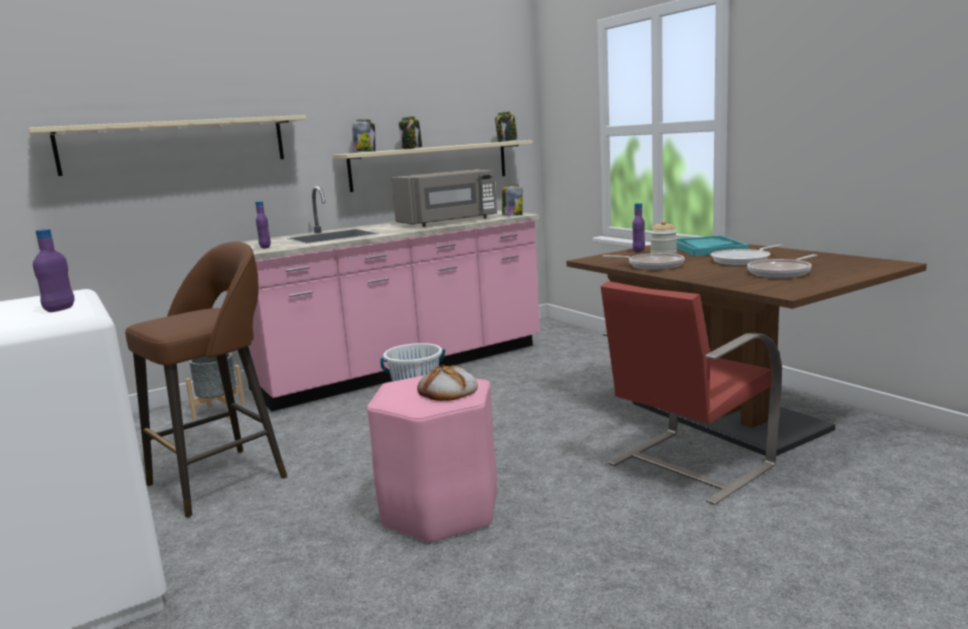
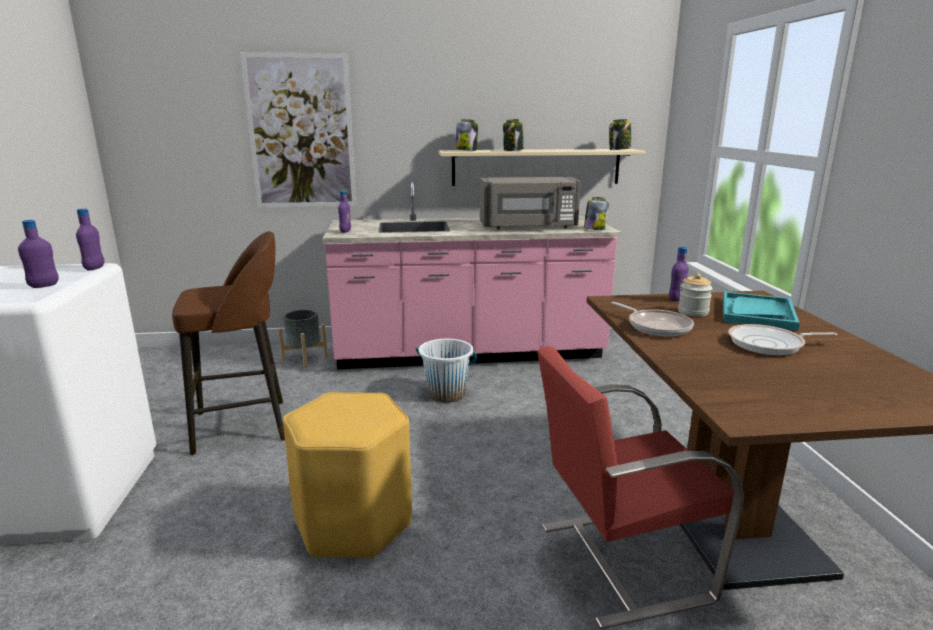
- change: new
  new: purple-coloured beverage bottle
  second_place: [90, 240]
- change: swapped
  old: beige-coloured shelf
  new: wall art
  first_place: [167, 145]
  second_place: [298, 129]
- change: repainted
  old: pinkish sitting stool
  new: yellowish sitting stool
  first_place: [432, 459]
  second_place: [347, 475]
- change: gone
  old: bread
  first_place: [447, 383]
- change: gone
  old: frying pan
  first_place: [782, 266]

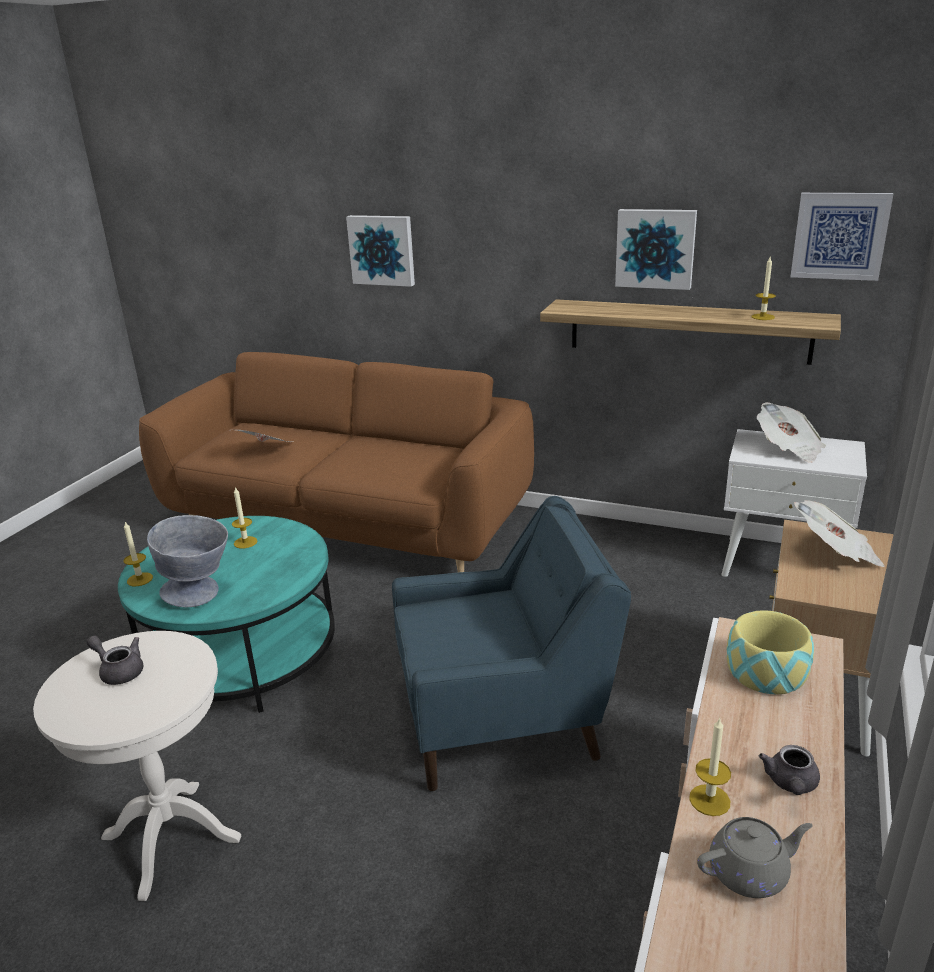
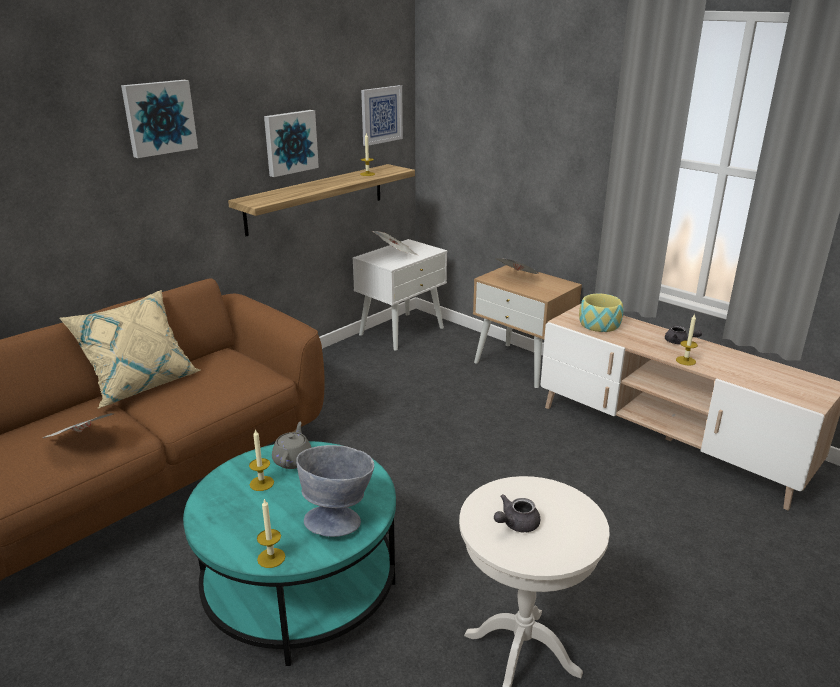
- change: new
  new: beige-coloured throw pillow
  second_place: [130, 349]
- change: shifted
  old: wall art
  first_place: [380, 251]
  second_place: [159, 119]
- change: shifted
  old: gray tea pot
  first_place: [755, 857]
  second_place: [292, 445]
- change: gone
  old: bluish lounge chair
  first_place: [511, 643]

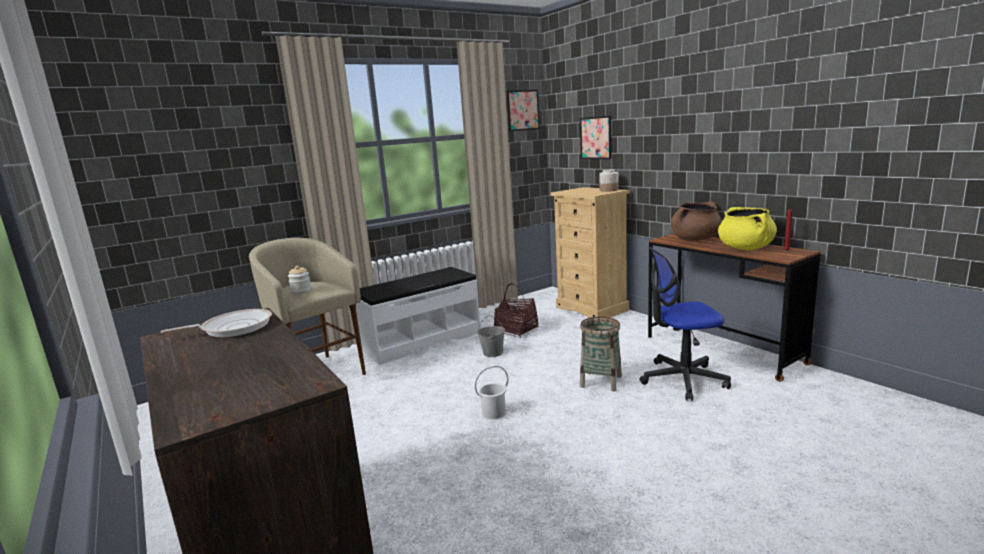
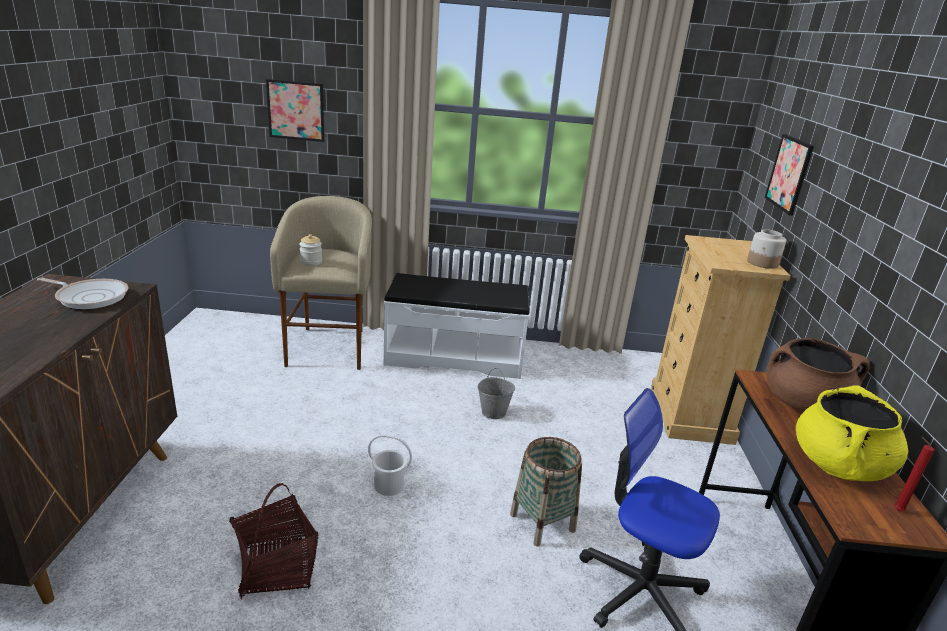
- change: shifted
  old: household basket
  first_place: [516, 311]
  second_place: [273, 541]
- change: shifted
  old: wall art
  first_place: [523, 110]
  second_place: [295, 110]

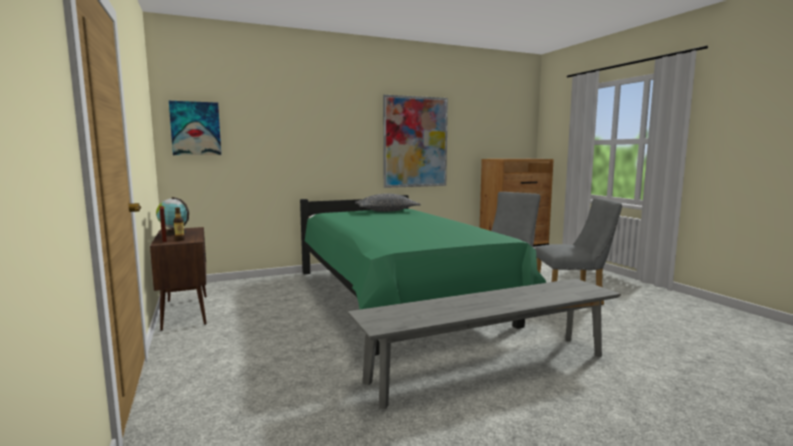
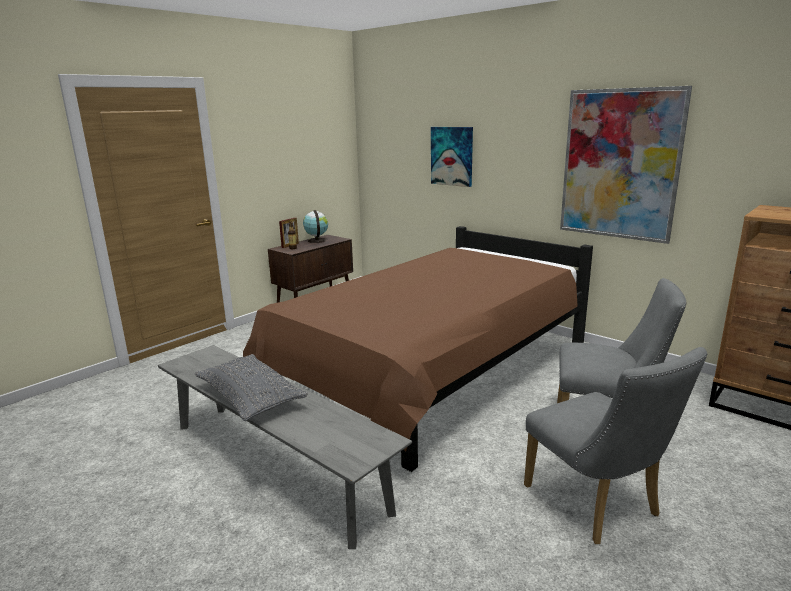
- change: shifted
  old: gray throw pillow
  first_place: [388, 202]
  second_place: [251, 387]
- change: repainted
  old: green sleeping bed
  new: brownish sleeping bed
  first_place: [423, 275]
  second_place: [418, 349]
- change: shifted
  old: wall art
  first_place: [195, 128]
  second_place: [452, 157]

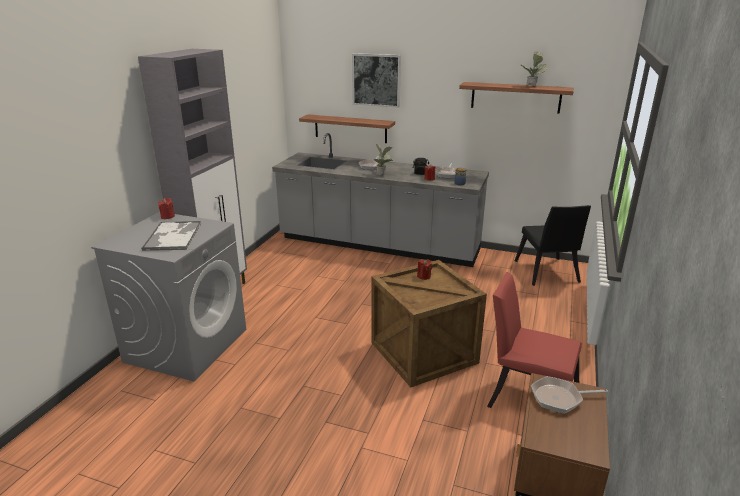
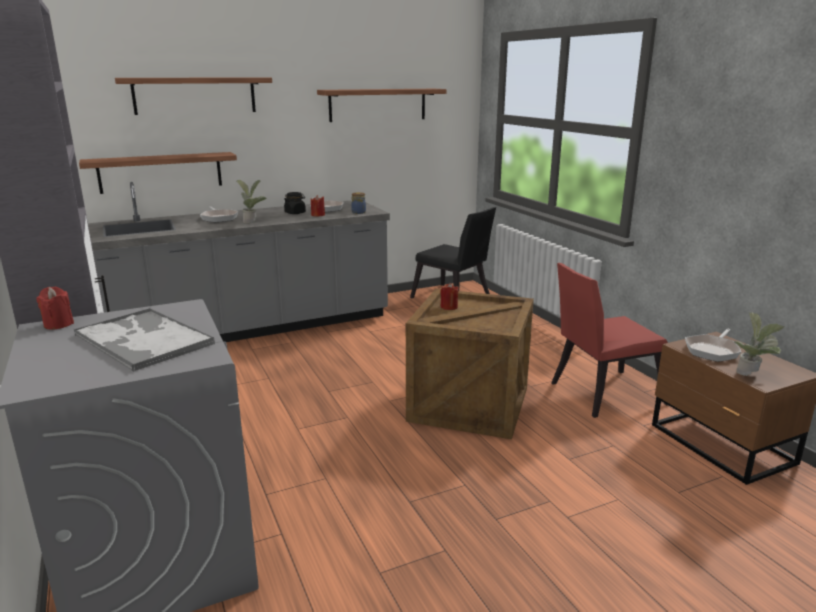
- change: swapped
  old: wall art
  new: shelf
  first_place: [376, 80]
  second_place: [193, 96]
- change: shifted
  old: plant in a pot
  first_place: [534, 68]
  second_place: [759, 344]

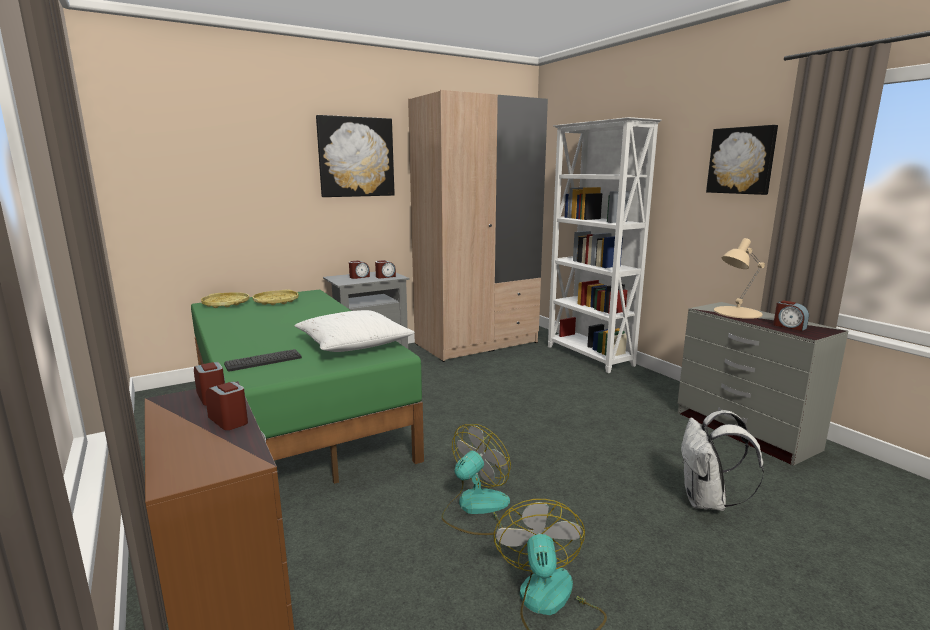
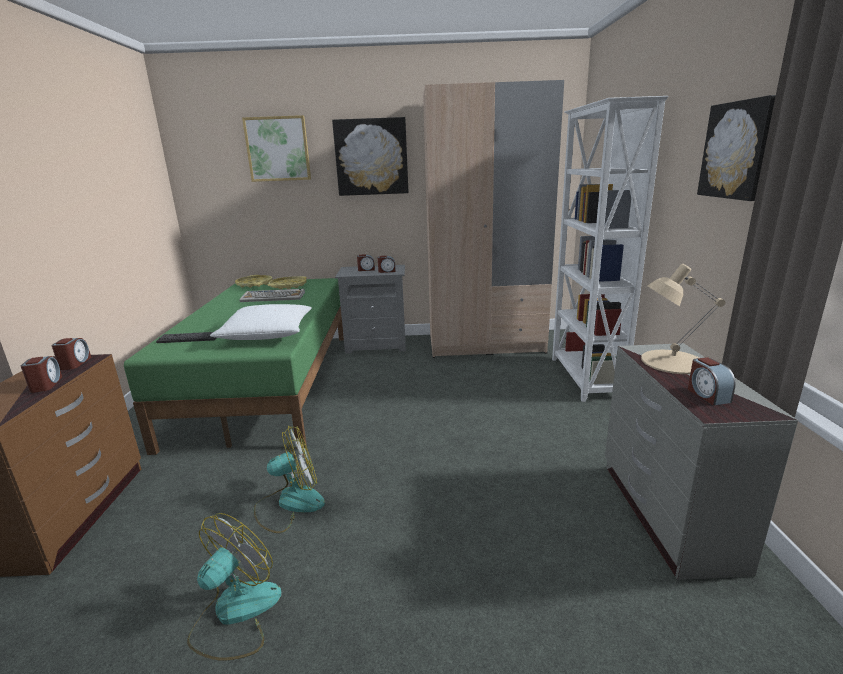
- change: new
  new: keyboard
  second_place: [272, 295]
- change: new
  new: wall art
  second_place: [276, 148]
- change: gone
  old: white-coloured backpack
  first_place: [722, 460]

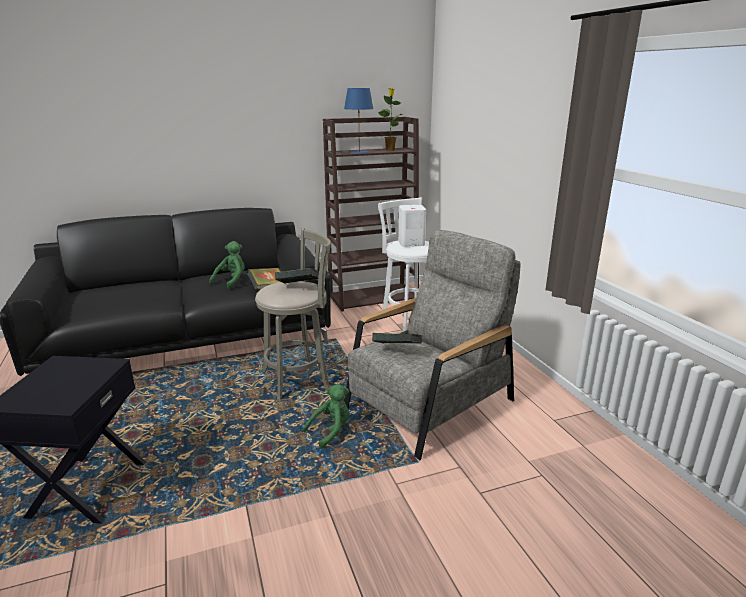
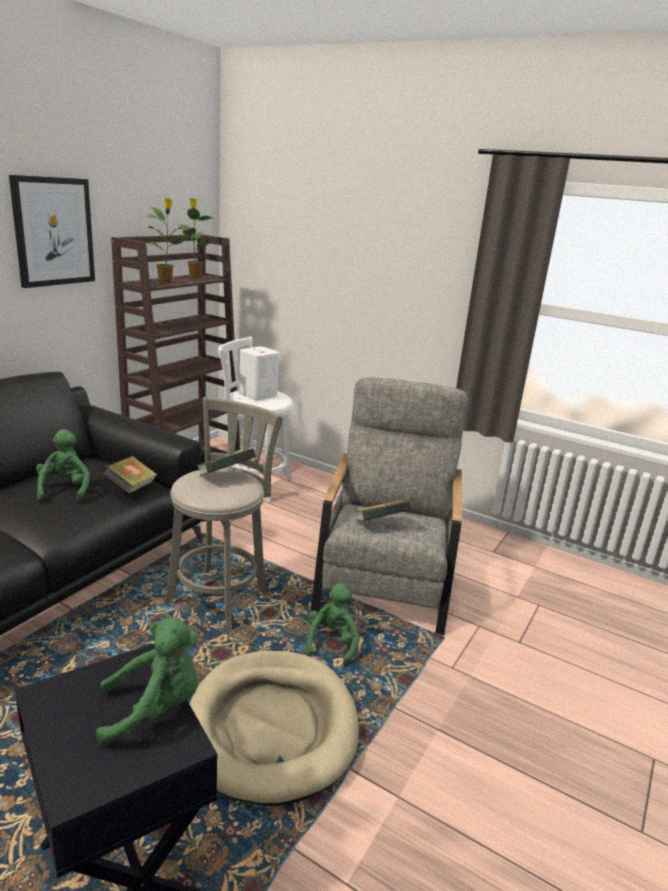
- change: new
  new: wall art
  second_place: [52, 231]
- change: new
  new: green cuddly toy
  second_place: [147, 682]
- change: swapped
  old: bluish table lamp
  new: plant in a pot
  first_place: [358, 120]
  second_place: [166, 241]
- change: new
  new: beige-coloured dog bed
  second_place: [274, 728]

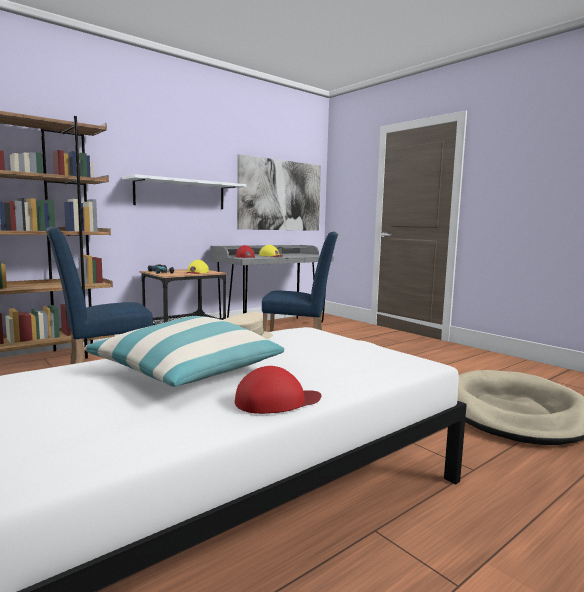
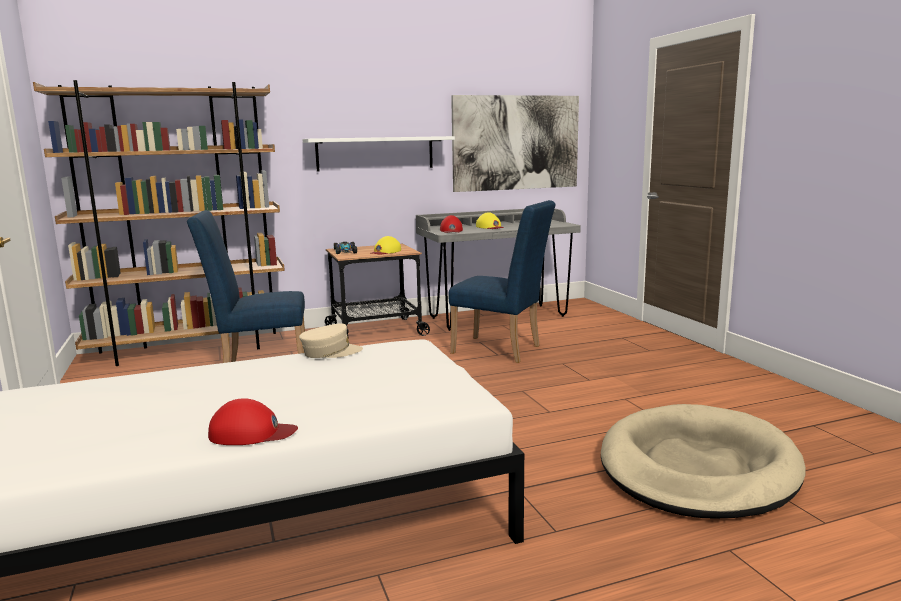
- change: gone
  old: throw pillow
  first_place: [184, 351]

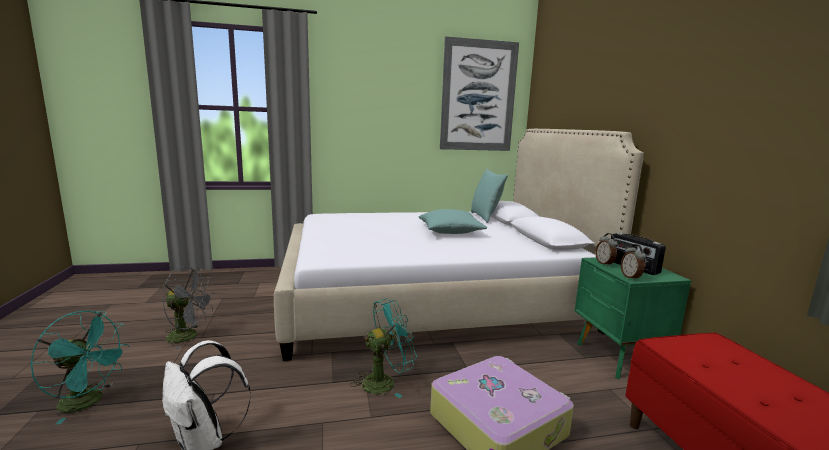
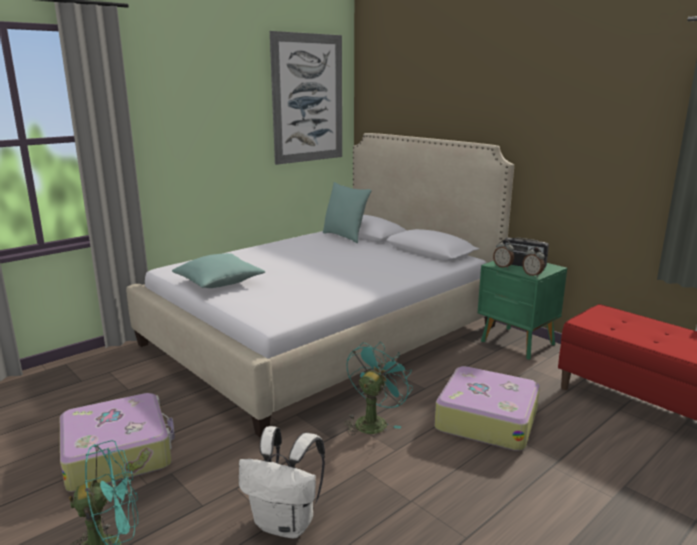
- change: swapped
  old: gray cooling fan
  new: piece of luggage
  first_place: [189, 307]
  second_place: [117, 442]
- change: shifted
  old: turquoise-coloured throw pillow
  first_place: [453, 221]
  second_place: [218, 270]

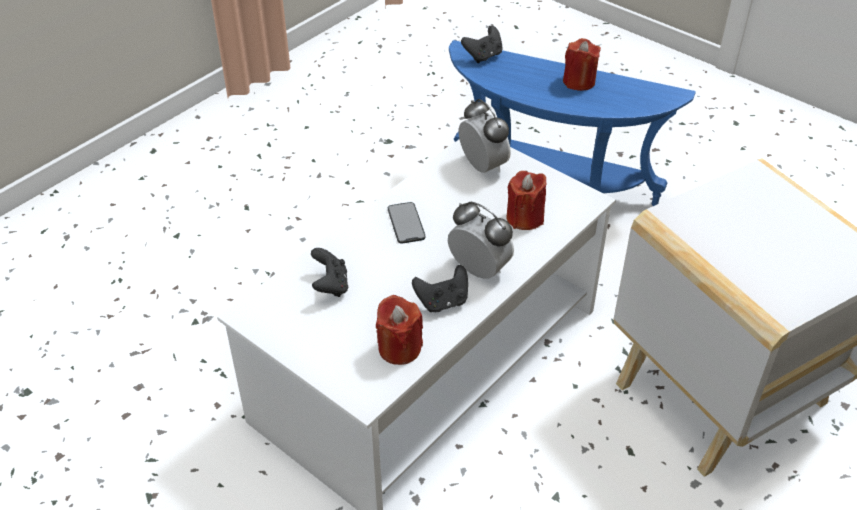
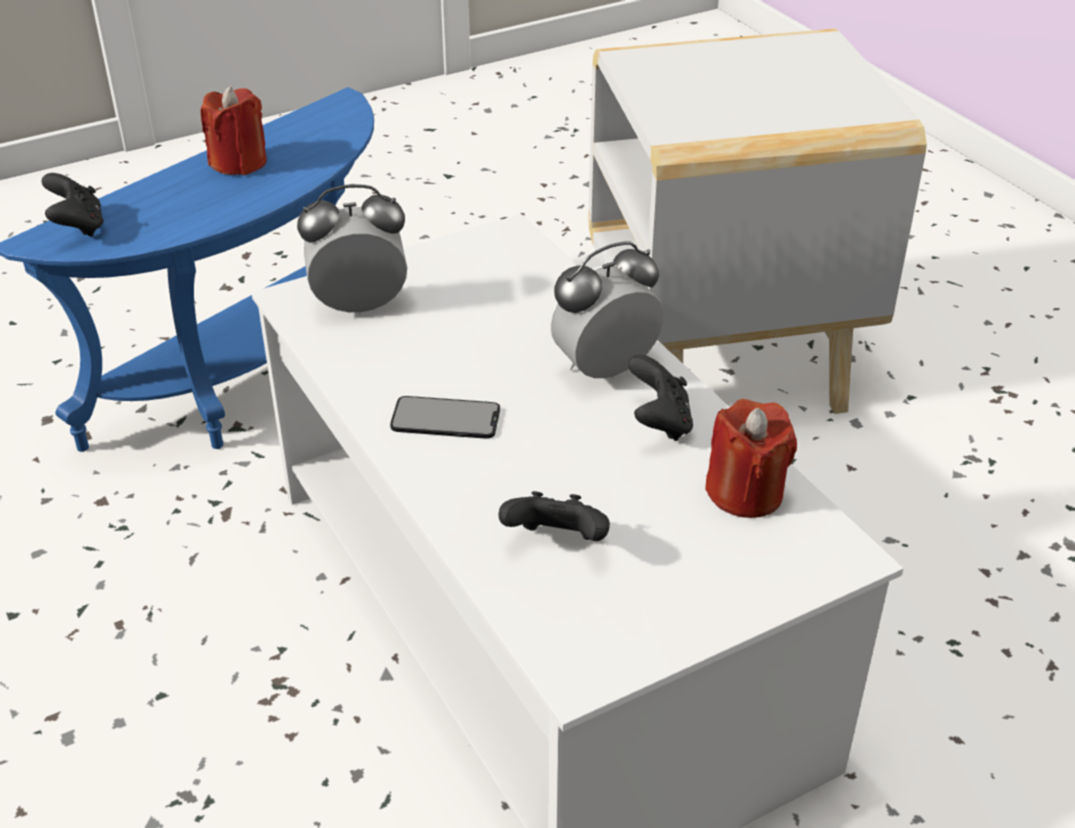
- change: gone
  old: red wax candle
  first_place: [526, 200]

